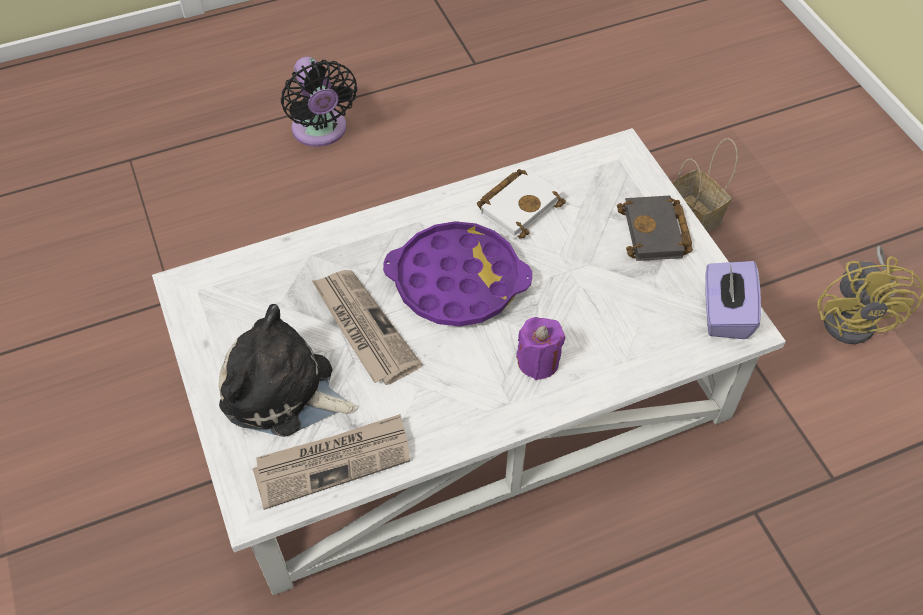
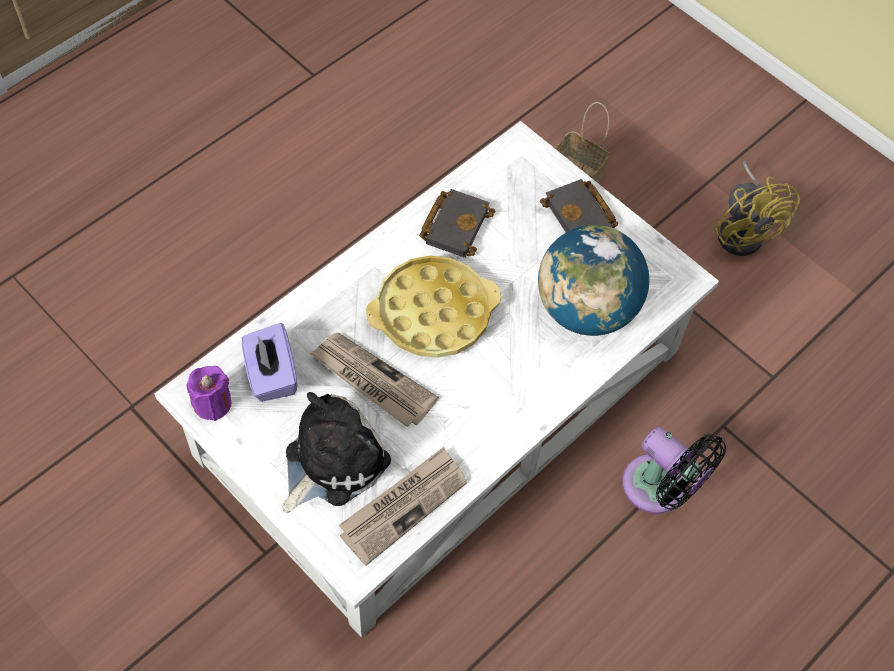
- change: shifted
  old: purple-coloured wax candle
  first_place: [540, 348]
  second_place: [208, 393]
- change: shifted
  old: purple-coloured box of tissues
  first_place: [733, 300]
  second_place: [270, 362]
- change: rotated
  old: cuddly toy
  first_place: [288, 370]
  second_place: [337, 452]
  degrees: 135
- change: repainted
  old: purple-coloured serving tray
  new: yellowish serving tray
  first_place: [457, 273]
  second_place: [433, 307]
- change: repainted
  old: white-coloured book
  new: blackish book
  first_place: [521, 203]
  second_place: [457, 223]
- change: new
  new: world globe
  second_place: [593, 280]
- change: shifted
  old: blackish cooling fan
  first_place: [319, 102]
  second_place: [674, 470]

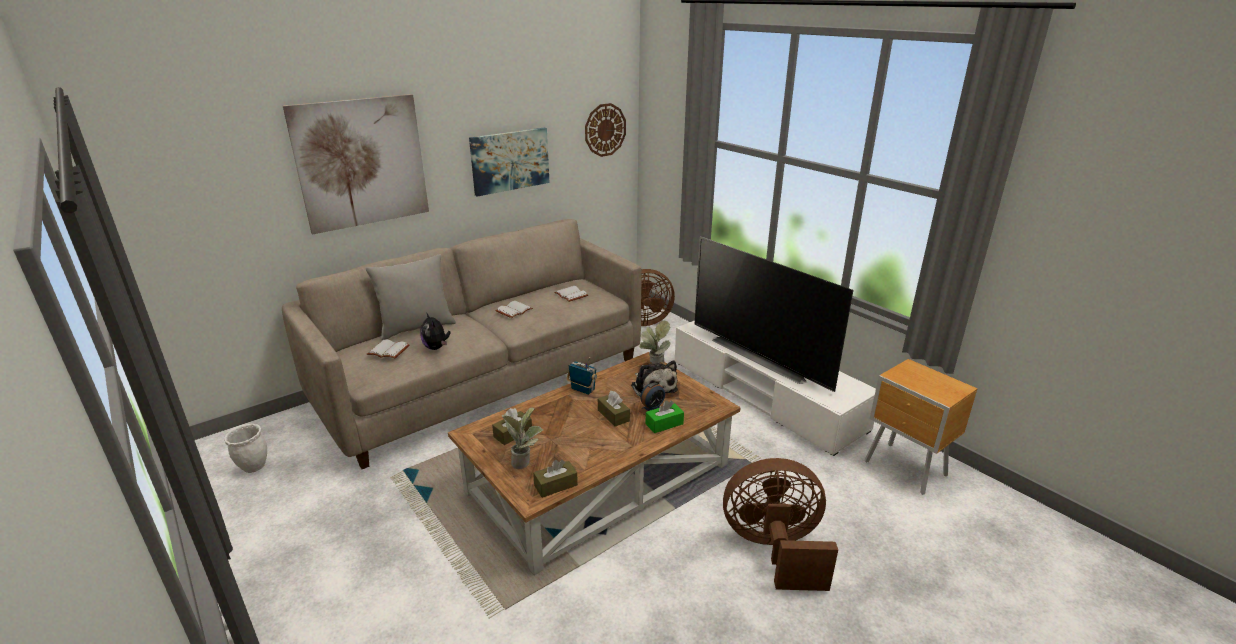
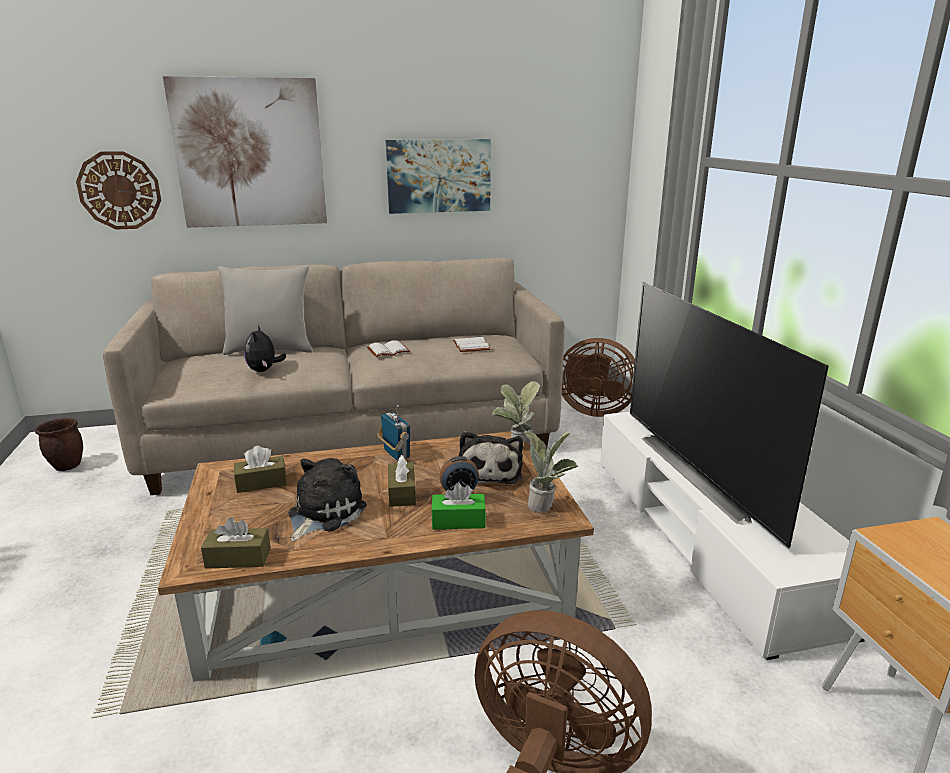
- change: repainted
  old: white-coloured planter
  new: brownish planter
  first_place: [245, 448]
  second_place: [59, 444]
- change: shifted
  old: clock on the wall
  first_place: [605, 130]
  second_place: [118, 190]
- change: new
  new: cuddly toy
  second_place: [328, 499]
- change: shifted
  old: plant in a pot
  first_place: [522, 438]
  second_place: [551, 471]
- change: gone
  old: white-coloured book
  first_place: [388, 349]

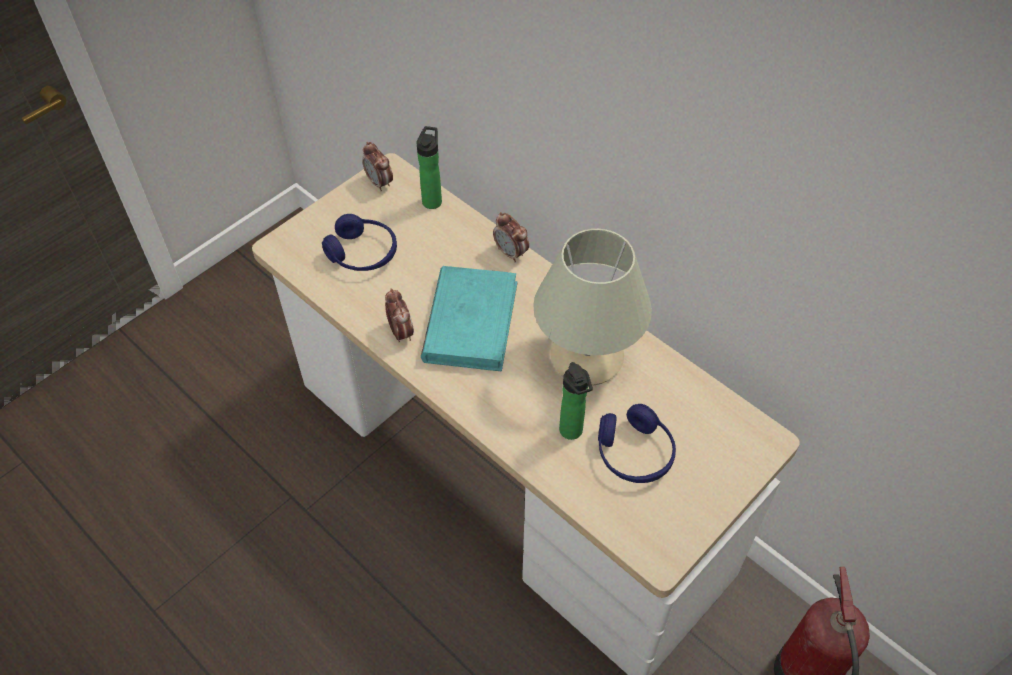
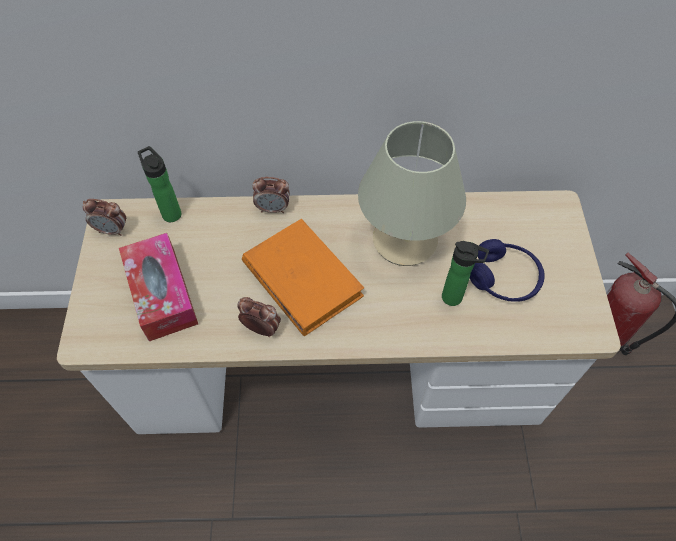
- change: swapped
  old: bluish headset
  new: box of tissues
  first_place: [359, 242]
  second_place: [158, 287]
- change: repainted
  old: turquoise-coloured book
  new: orange book
  first_place: [469, 318]
  second_place: [303, 277]

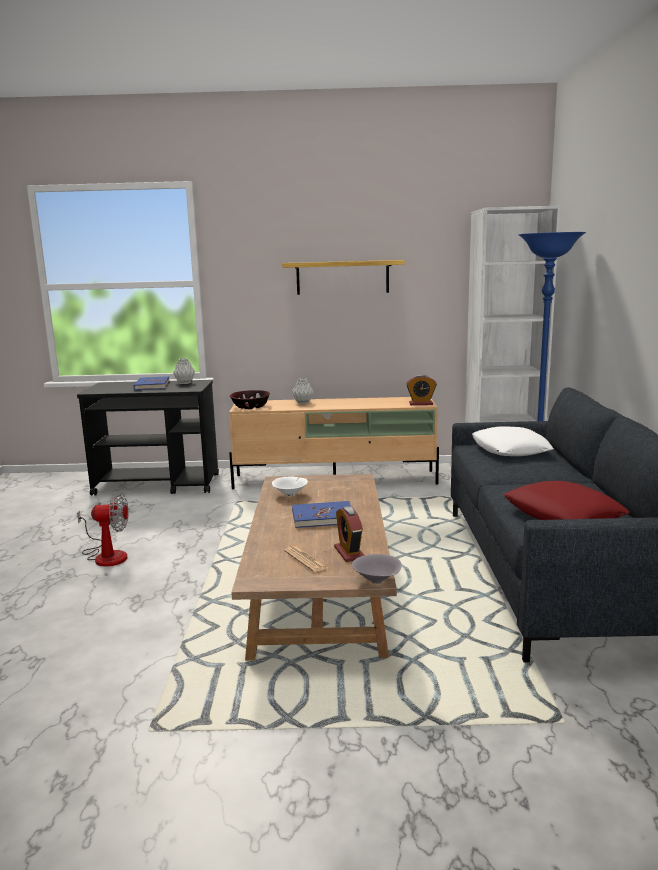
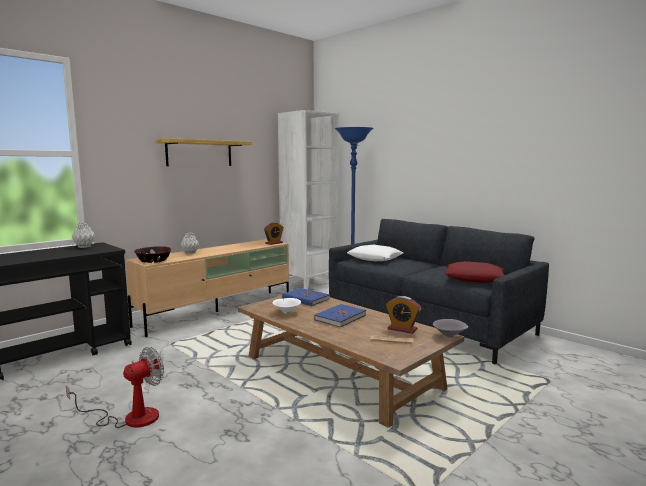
- change: shifted
  old: bluish book
  first_place: [152, 383]
  second_place: [306, 297]

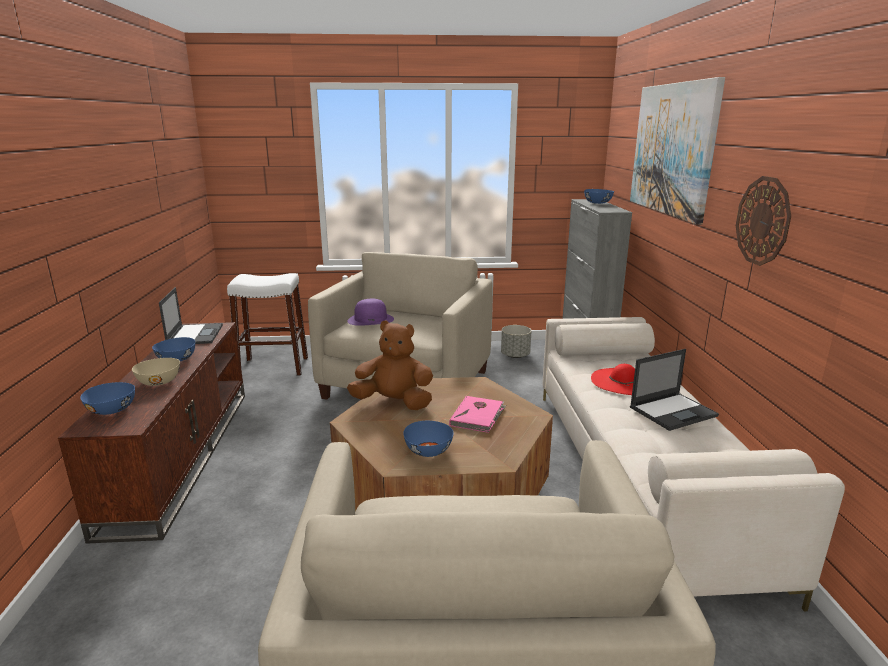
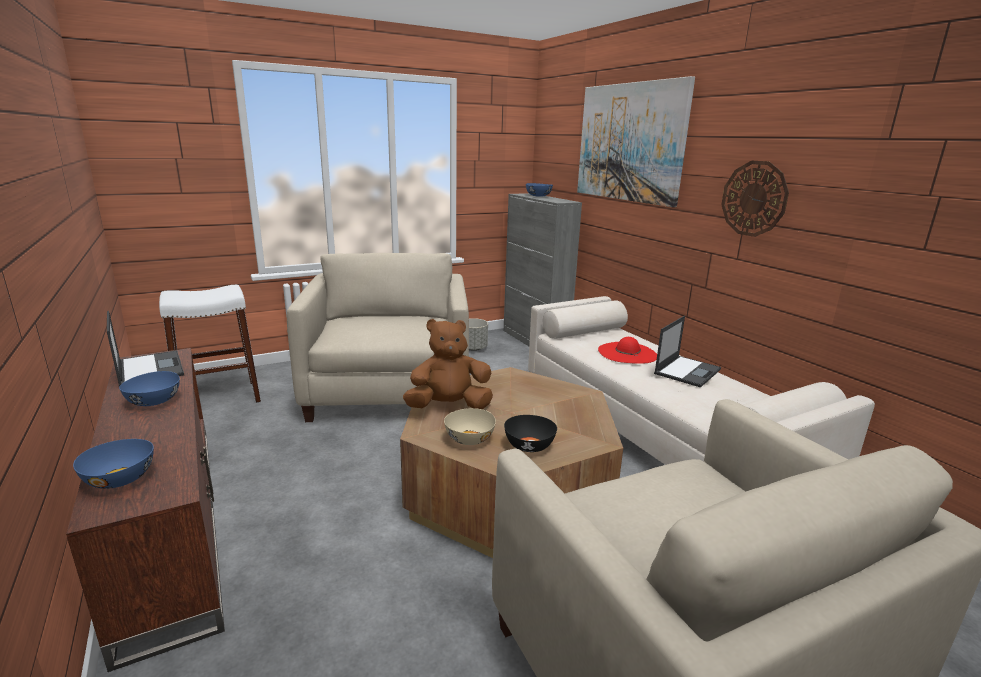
- change: shifted
  old: beige-coloured bowl
  first_place: [156, 372]
  second_place: [470, 426]
- change: repainted
  old: bluish bowl
  new: blackish bowl
  first_place: [428, 439]
  second_place: [530, 433]
- change: gone
  old: purple-coloured clothing hat
  first_place: [371, 312]
- change: gone
  old: pinkish book
  first_place: [477, 414]

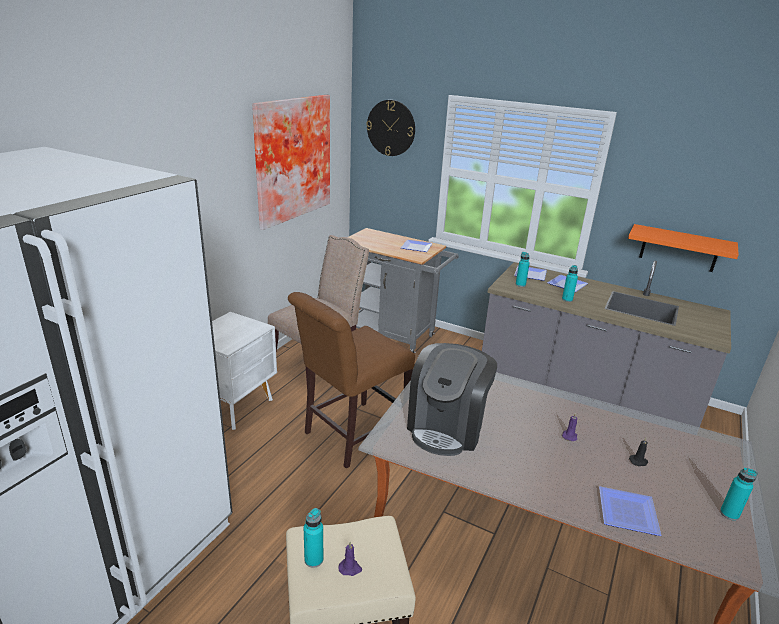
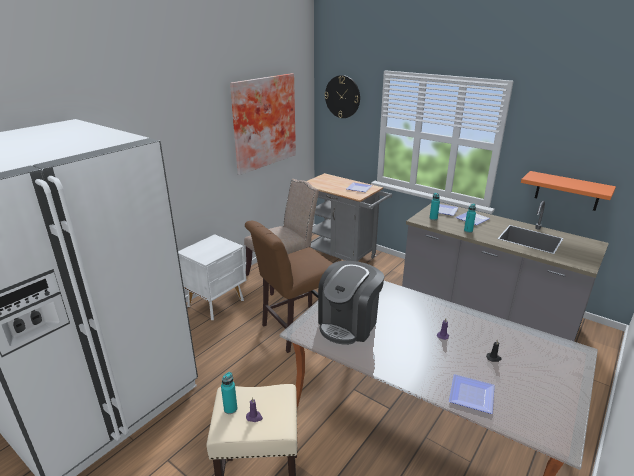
- change: gone
  old: turquoise-coloured beverage bottle
  first_place: [738, 494]

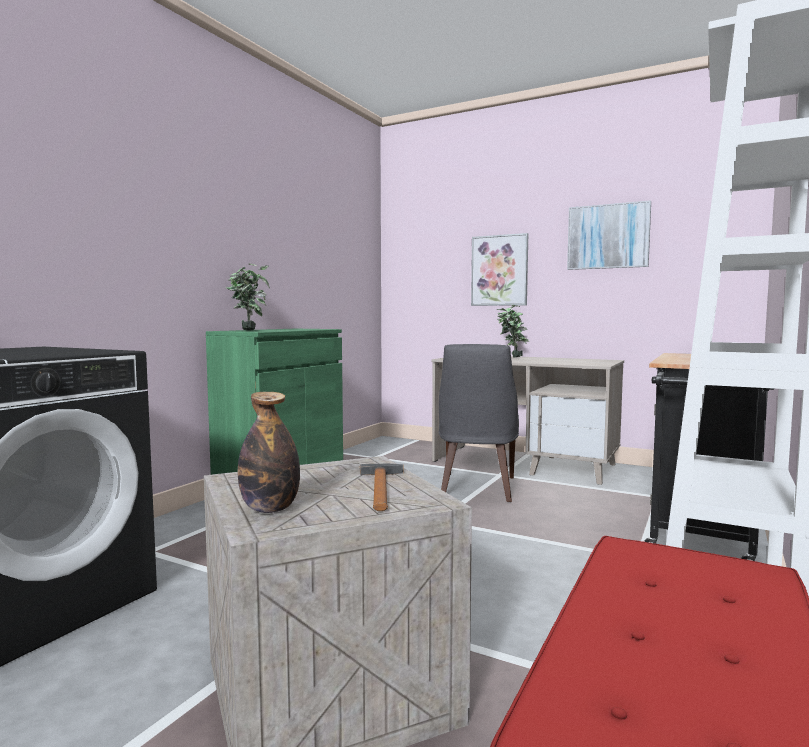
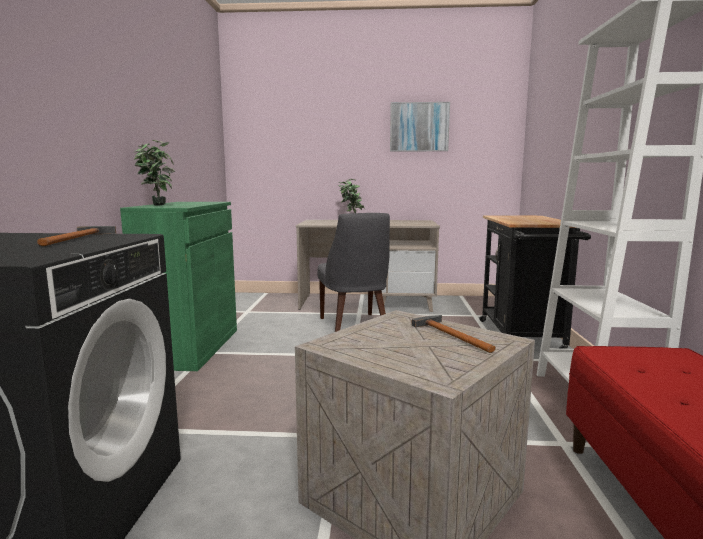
- change: new
  new: tool hammer
  second_place: [76, 236]
- change: gone
  old: beverage bottle
  first_place: [269, 452]
- change: gone
  old: wall art
  first_place: [499, 269]

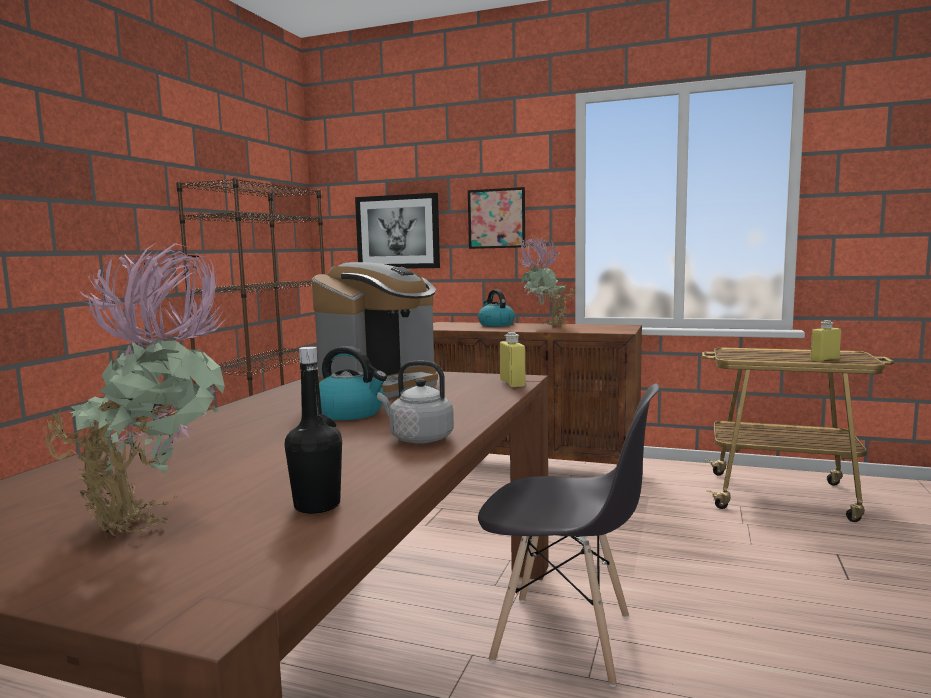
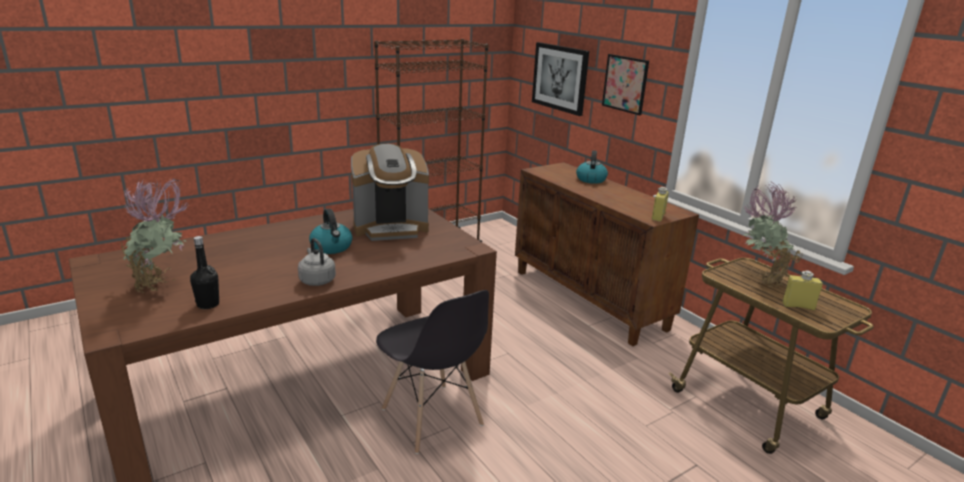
- change: shifted
  old: yellowish beverage bottle
  first_place: [513, 359]
  second_place: [660, 204]
- change: shifted
  old: plant in a pot
  first_place: [546, 281]
  second_place: [773, 234]

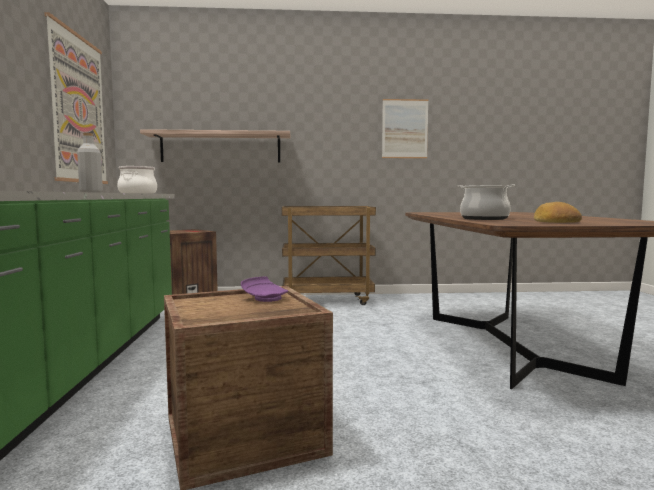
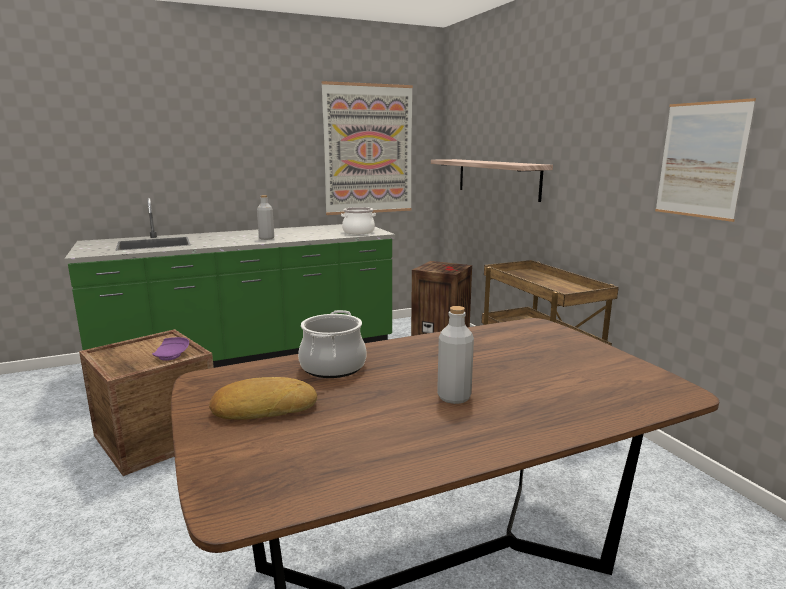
- change: new
  new: gray beverage bottle
  second_place: [455, 355]

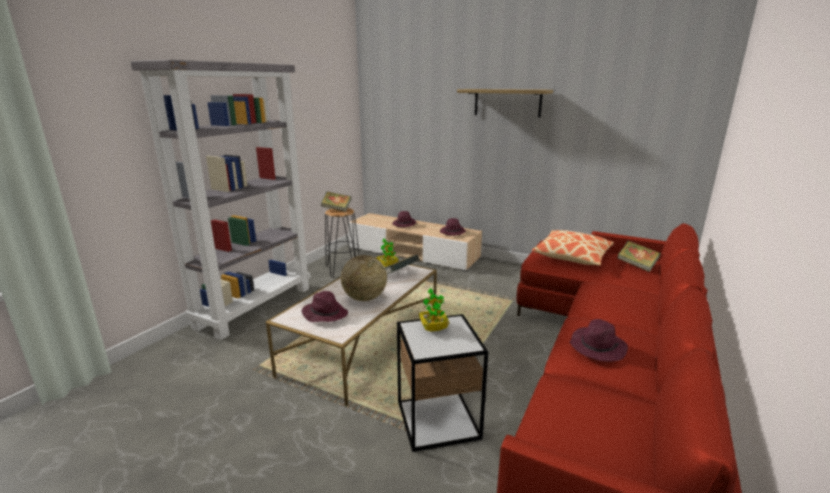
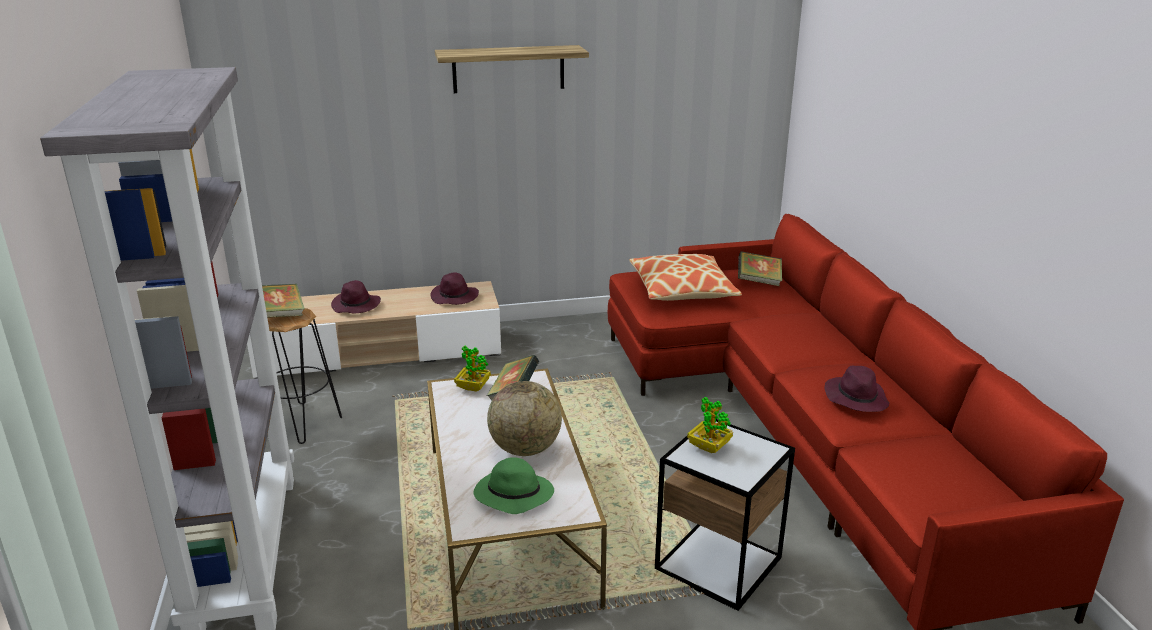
- change: repainted
  old: purple-coloured clothing hat
  new: green clothing hat
  first_place: [325, 306]
  second_place: [513, 485]

